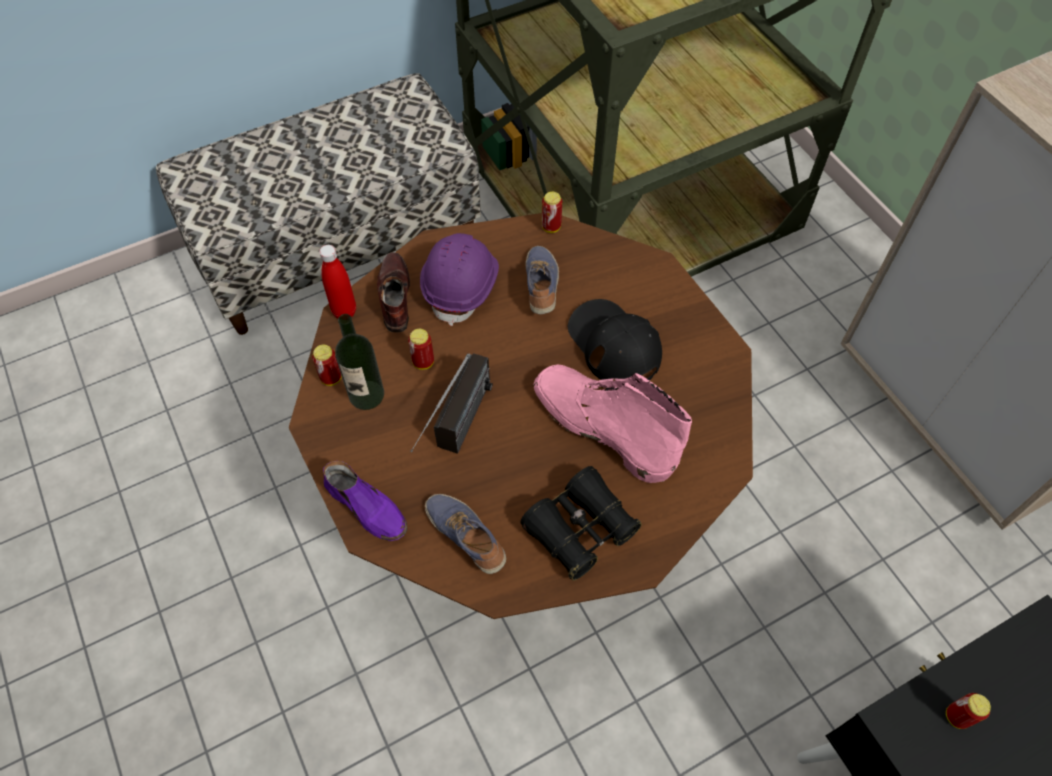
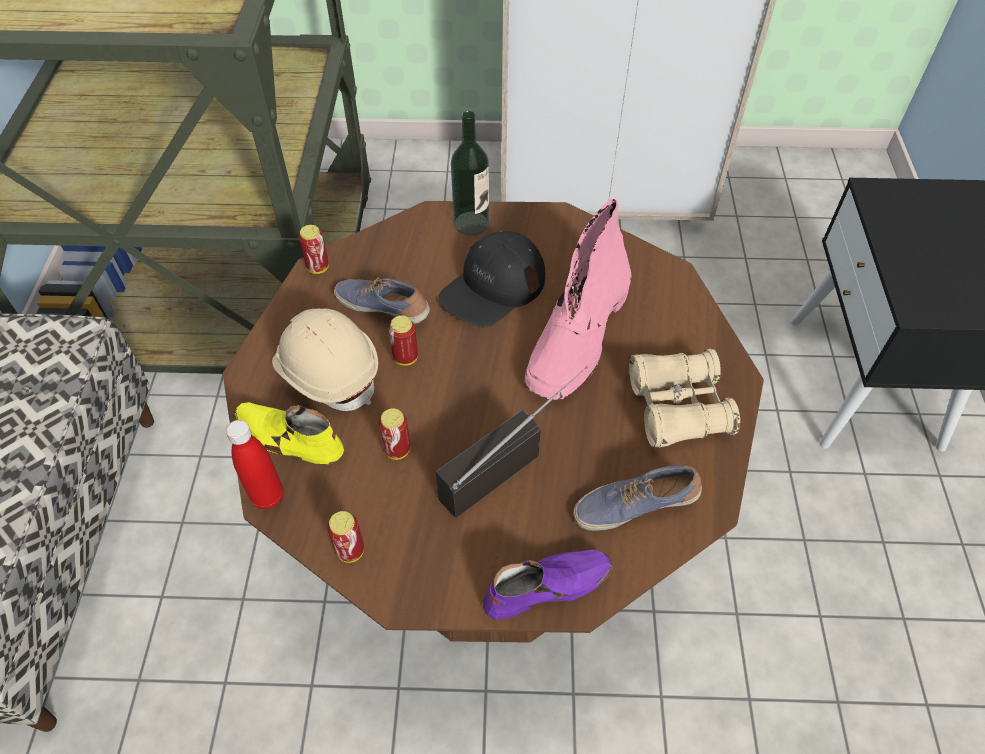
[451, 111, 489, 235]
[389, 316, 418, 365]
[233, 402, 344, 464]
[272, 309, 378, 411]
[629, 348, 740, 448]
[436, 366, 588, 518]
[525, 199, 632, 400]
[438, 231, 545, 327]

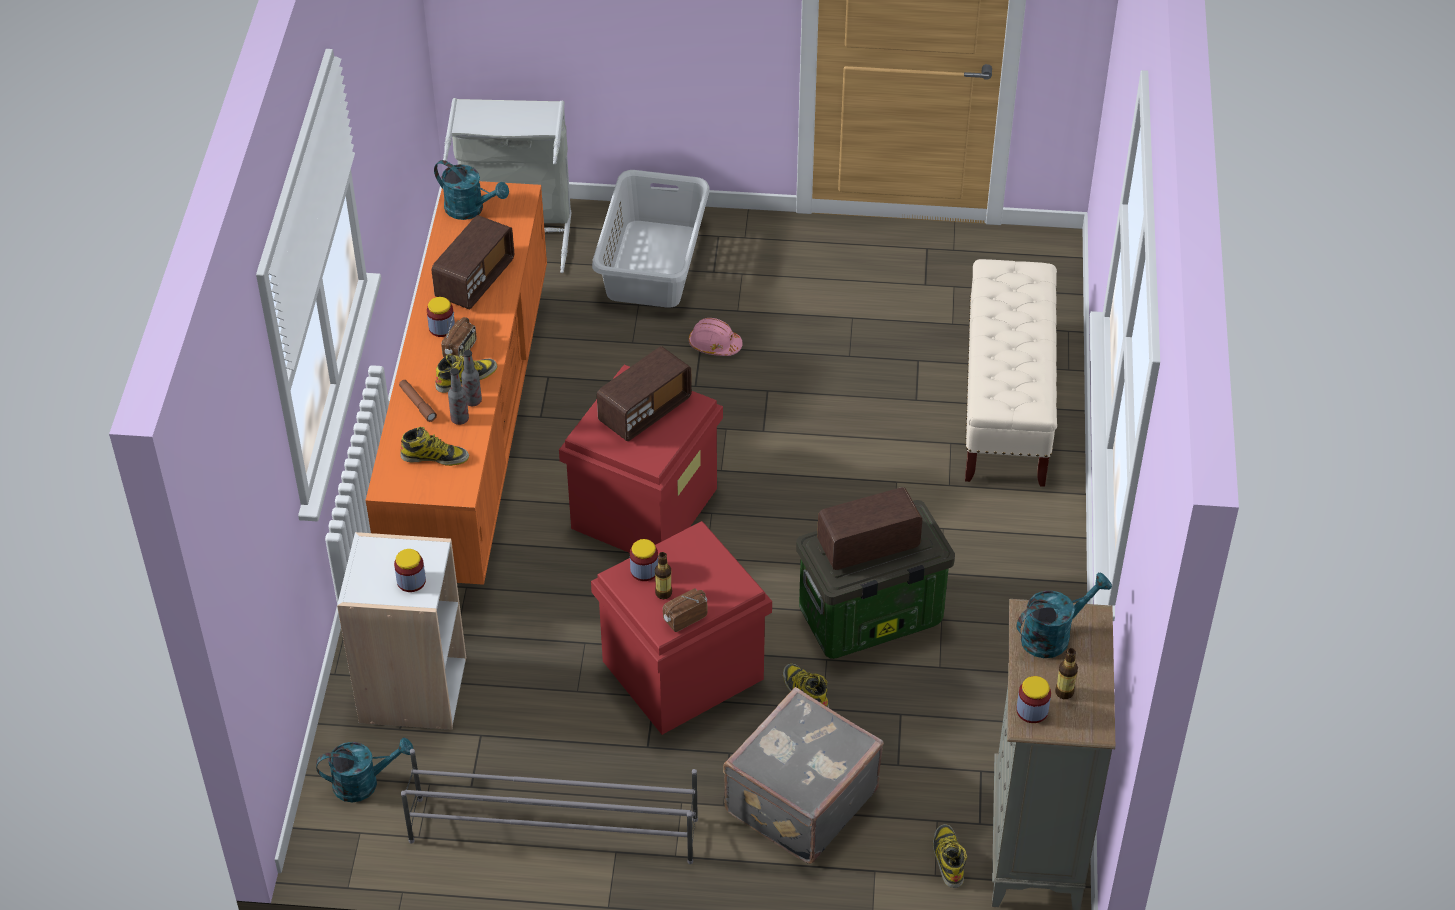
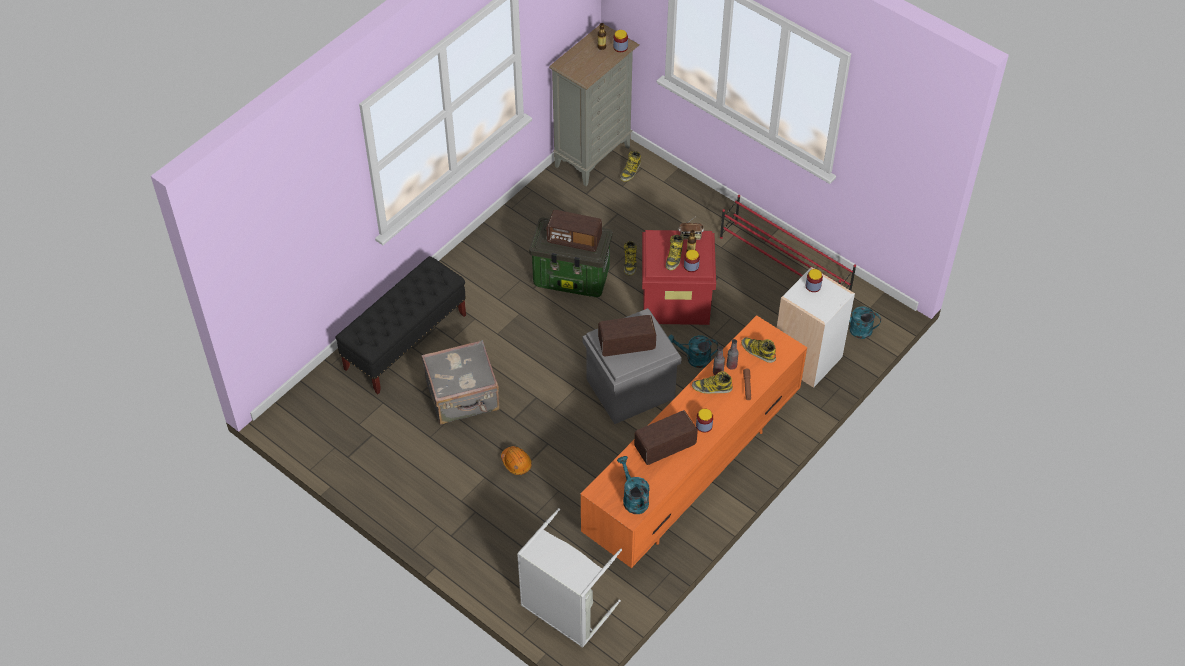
[441, 312, 477, 359] (first image)
[592, 170, 710, 308] (first image)
[666, 235, 683, 270]
[422, 340, 500, 425]
[668, 335, 718, 368]
[720, 195, 856, 291]
[582, 308, 682, 424]
[501, 446, 532, 475]
[336, 256, 466, 394]

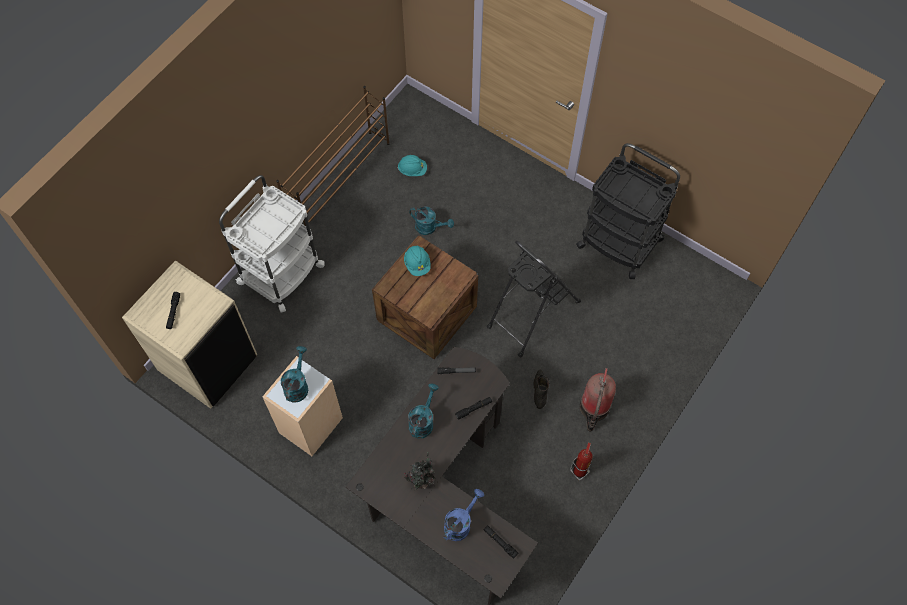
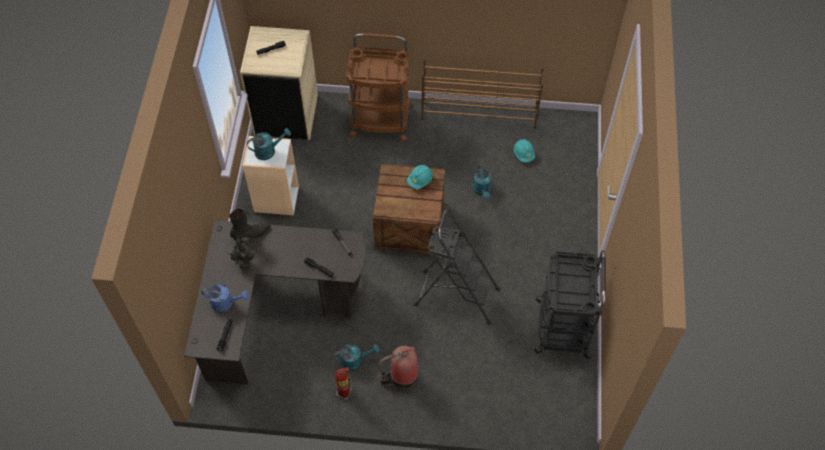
[334, 344, 380, 371]
[229, 208, 271, 241]
[346, 33, 411, 142]

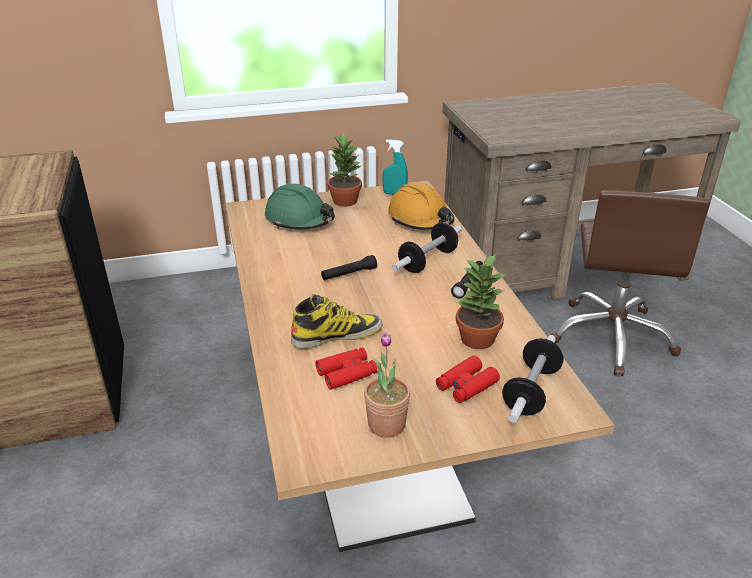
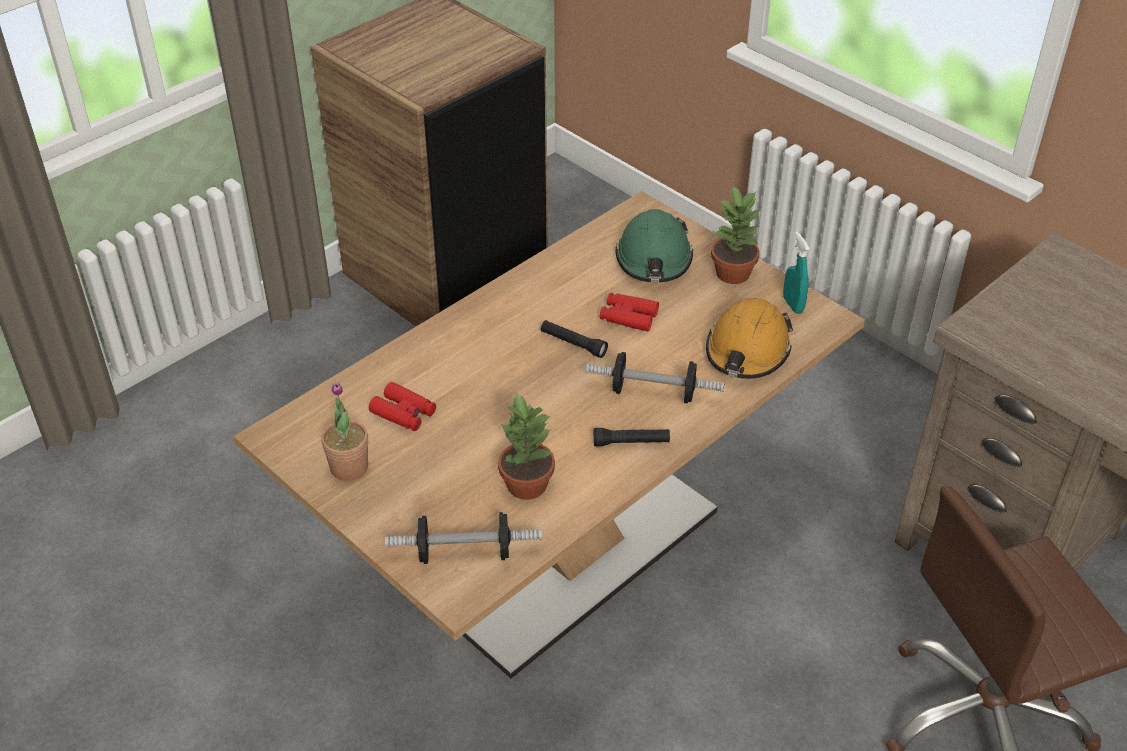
[291, 294, 383, 349] (first image)
[600, 292, 659, 331]

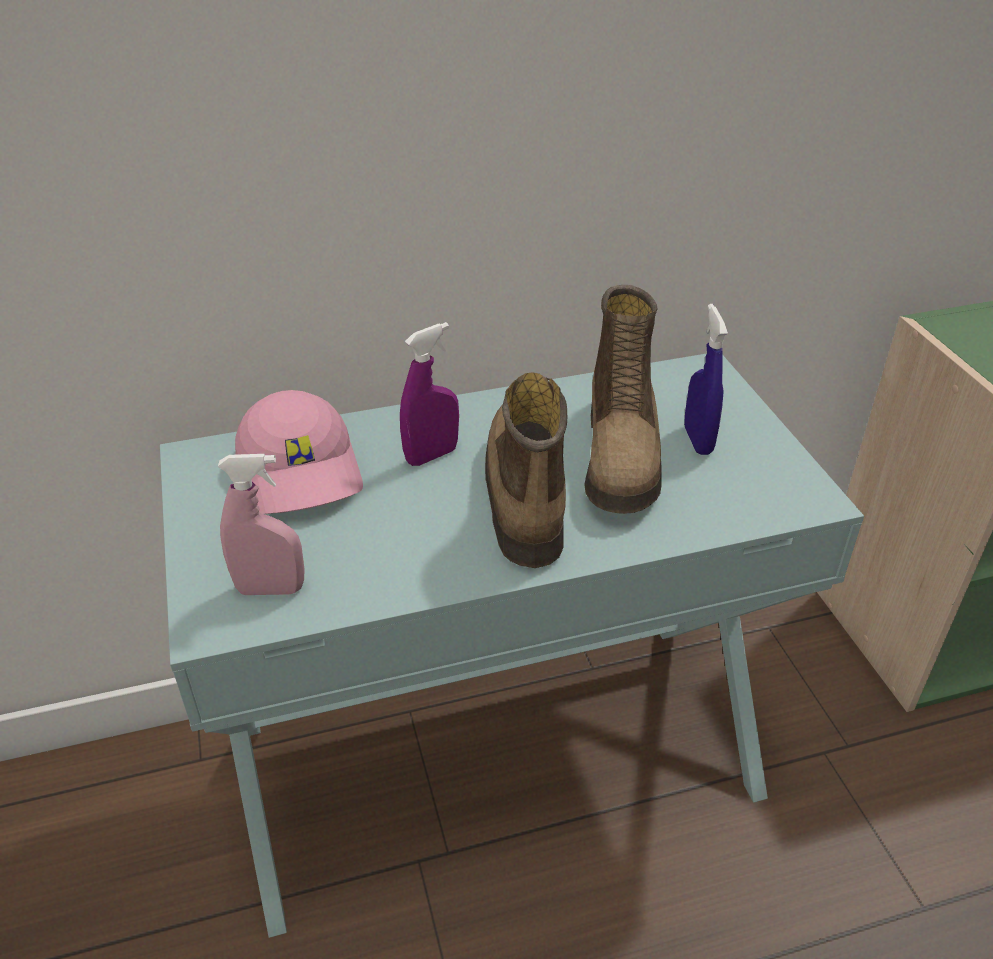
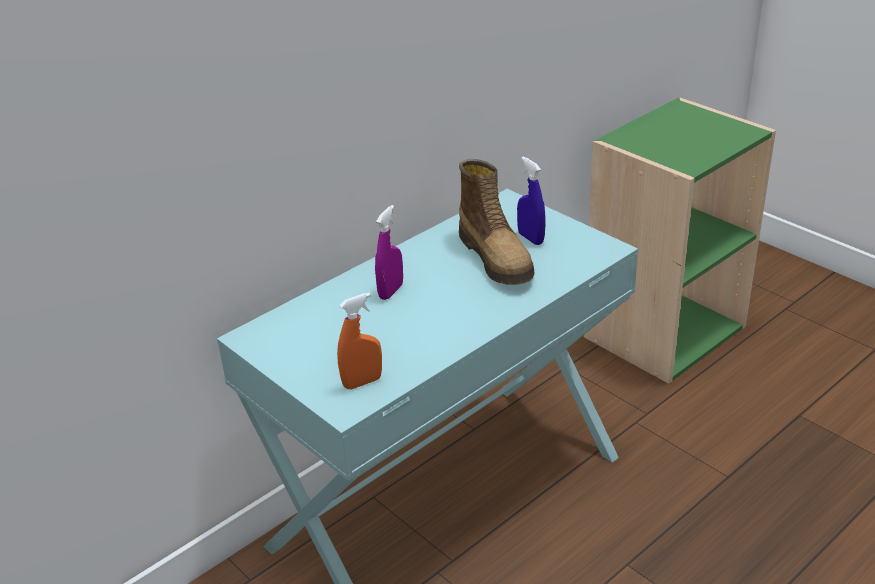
[235, 390, 363, 514] (first image)
[485, 372, 567, 568] (first image)
[337, 292, 382, 389]

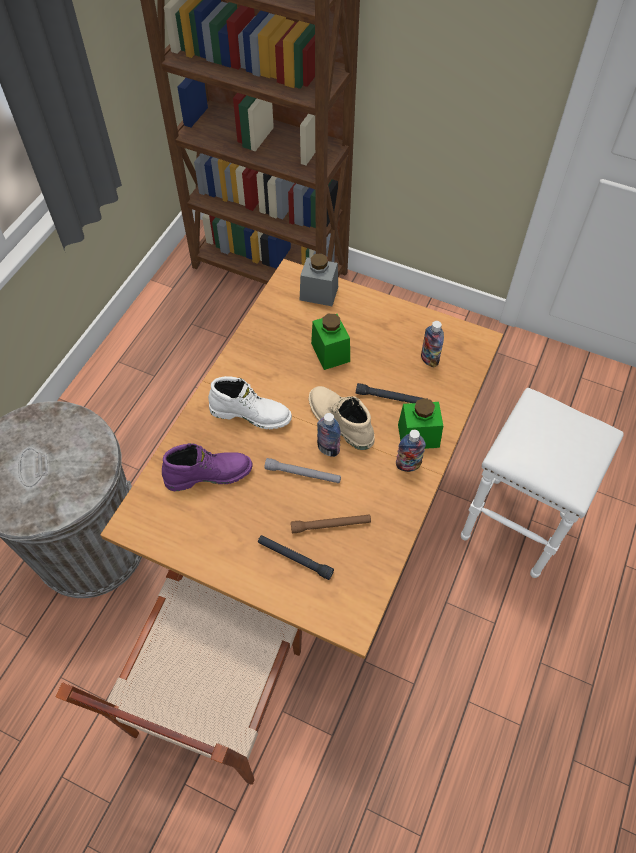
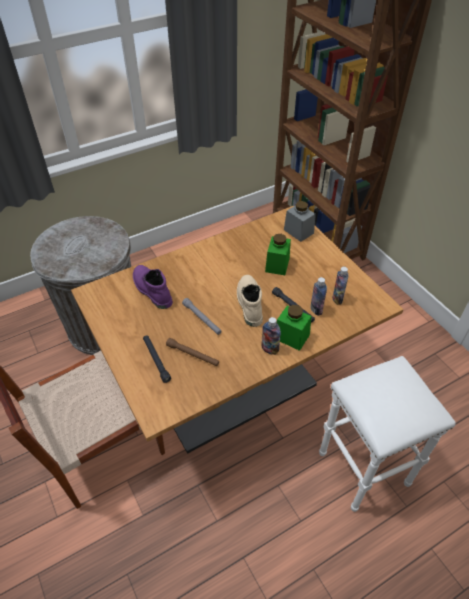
[208, 376, 292, 429] (first image)
[310, 277, 327, 316]
[133, 265, 173, 309]

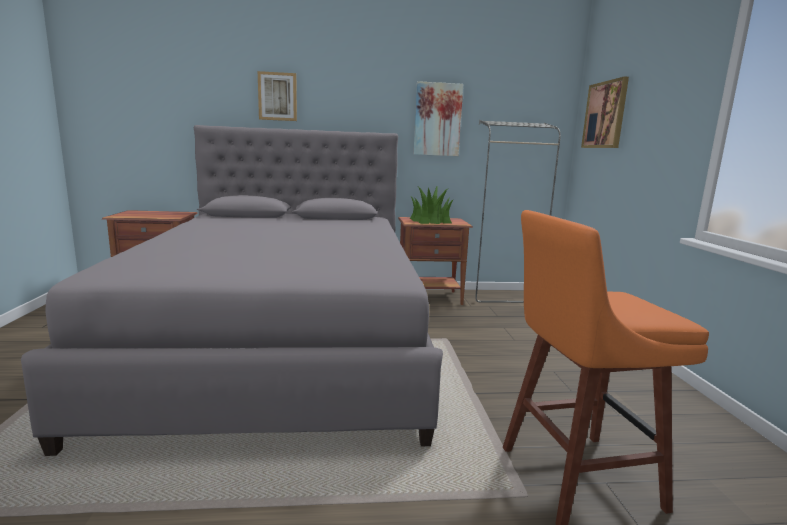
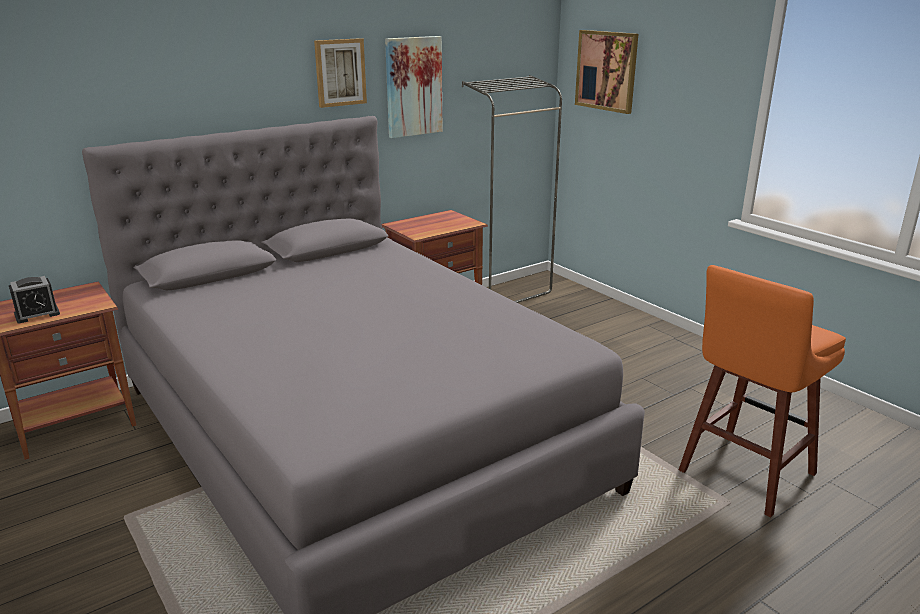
[410, 187, 454, 224] (first image)
[9, 276, 60, 323]
[314, 38, 367, 108]

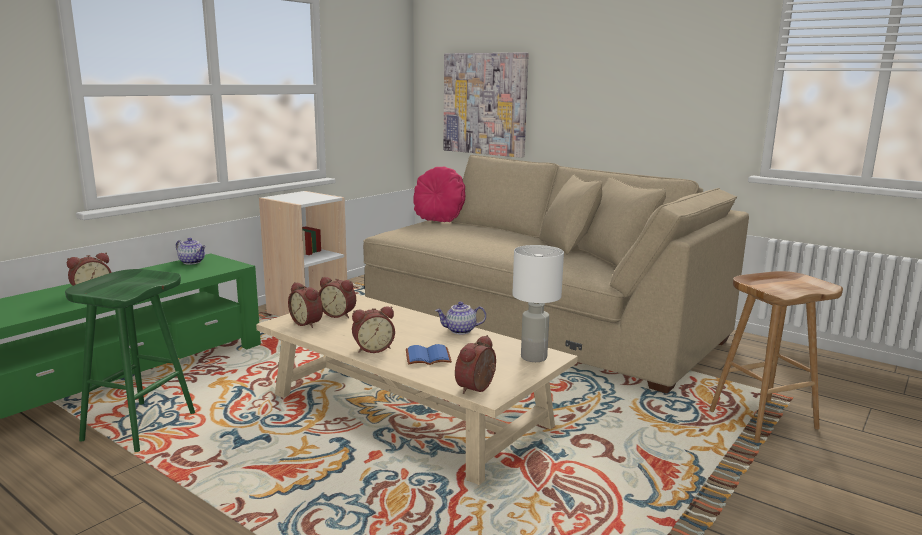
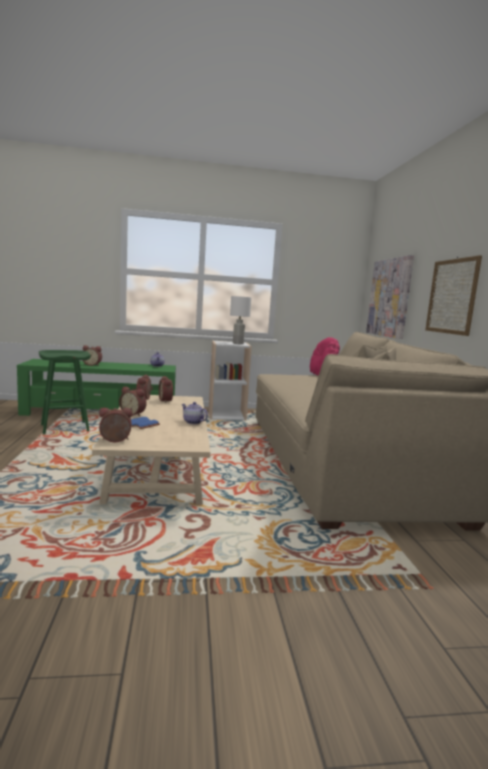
[709, 271, 843, 443] (first image)
[425, 255, 482, 336]
[230, 296, 251, 344]

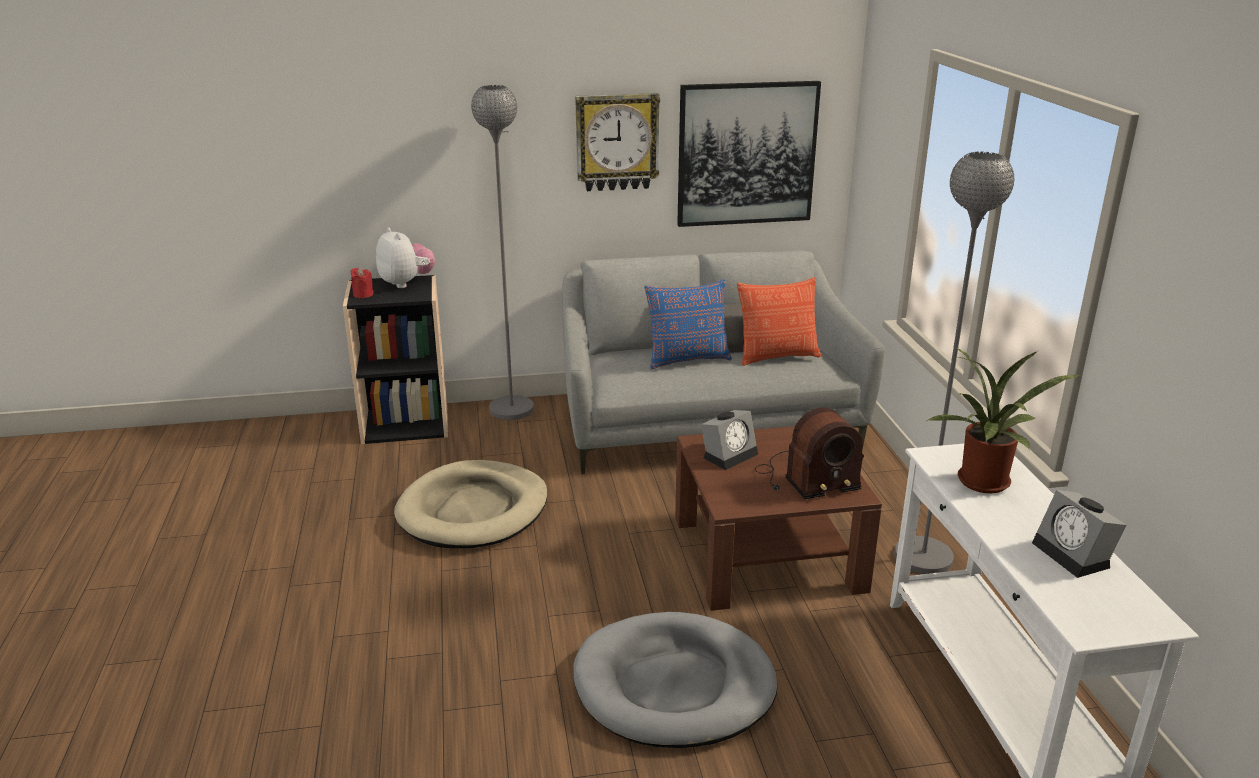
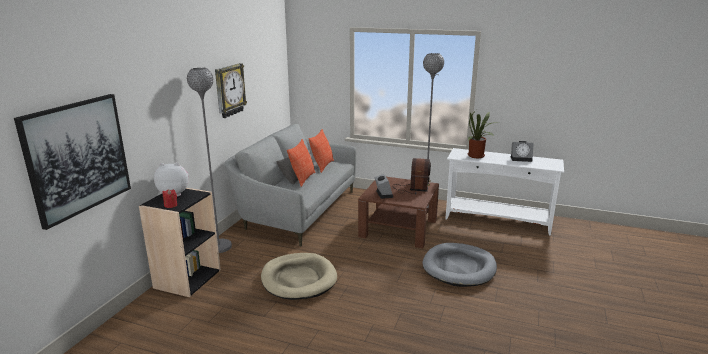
[14, 94, 131, 230]
[287, 139, 316, 187]

